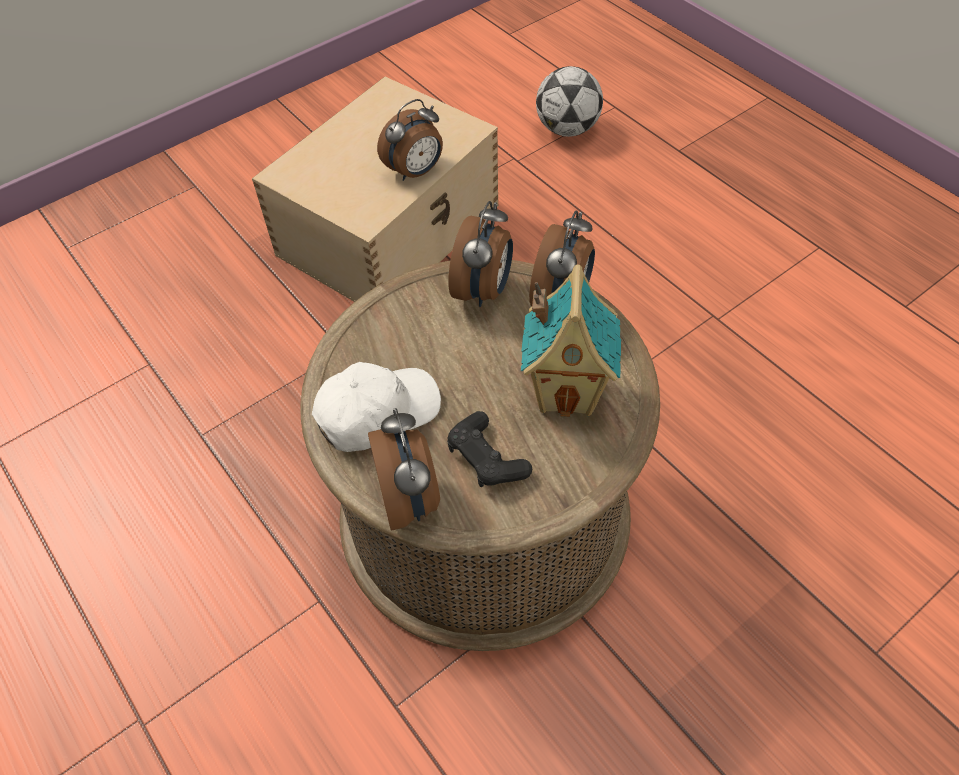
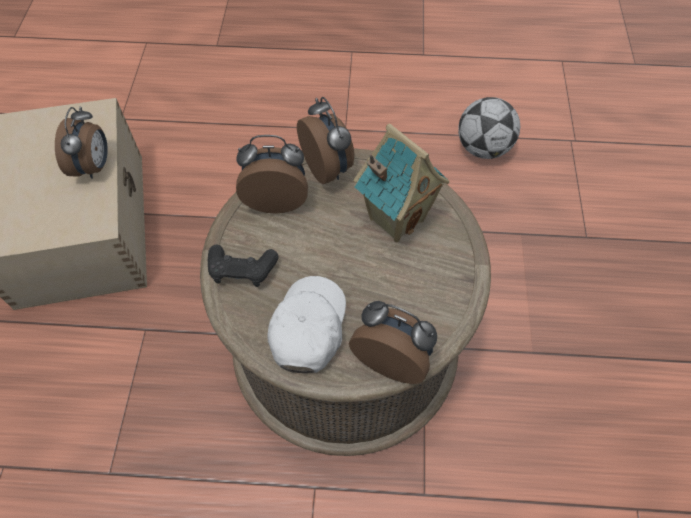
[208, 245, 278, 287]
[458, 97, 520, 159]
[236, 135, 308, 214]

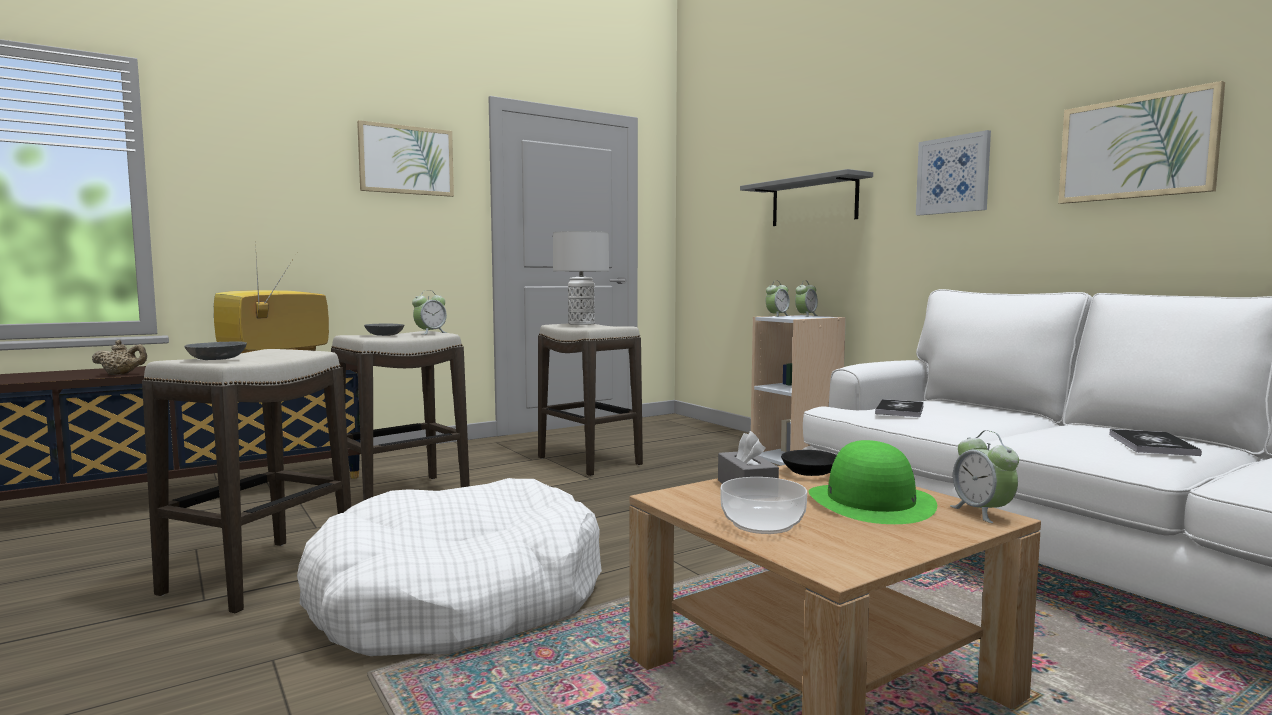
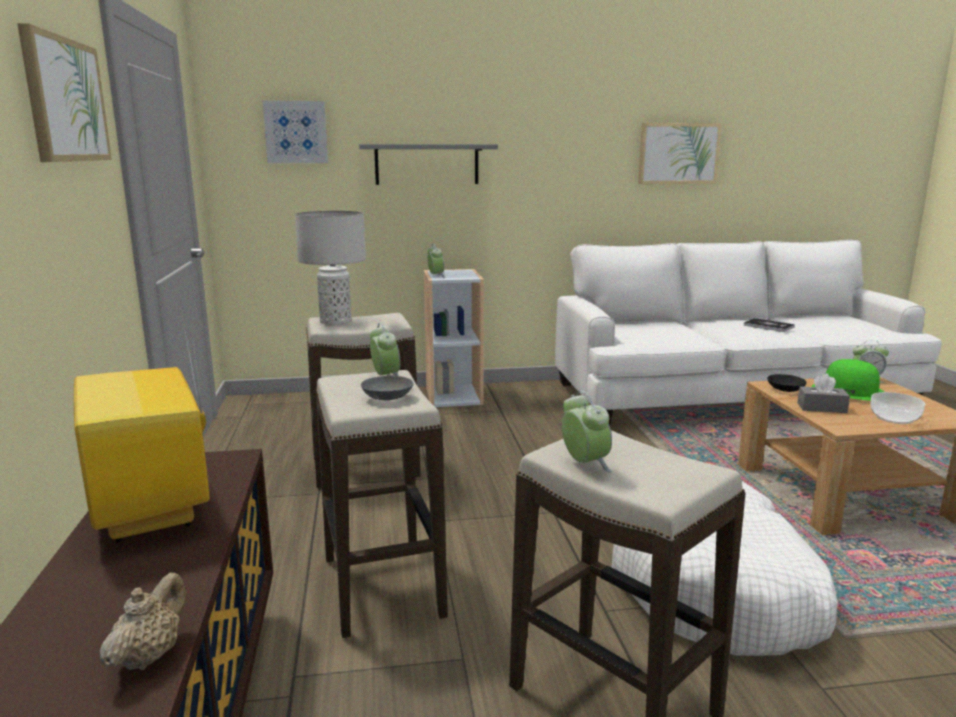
[184, 341, 247, 360] (first image)
[875, 399, 924, 417] (first image)
[562, 390, 612, 473]
[263, 101, 328, 163]

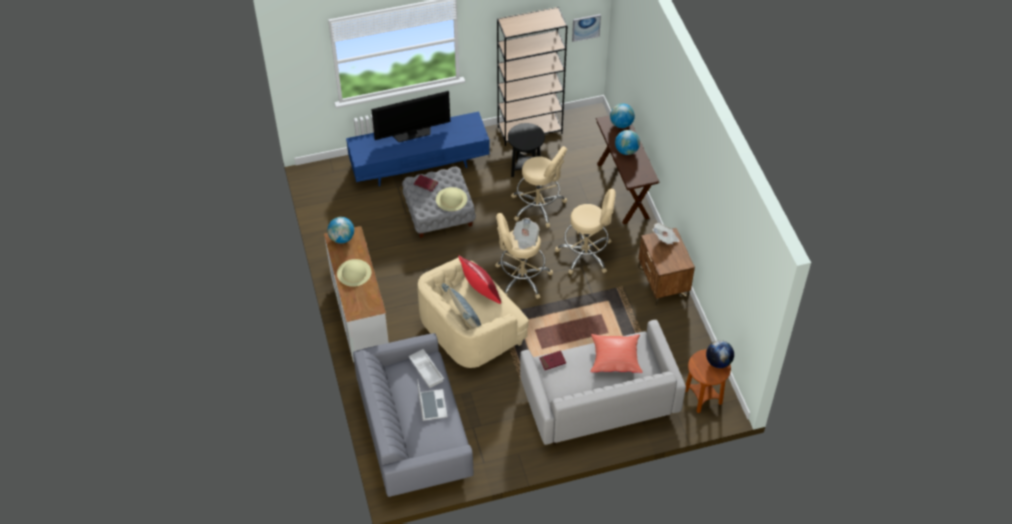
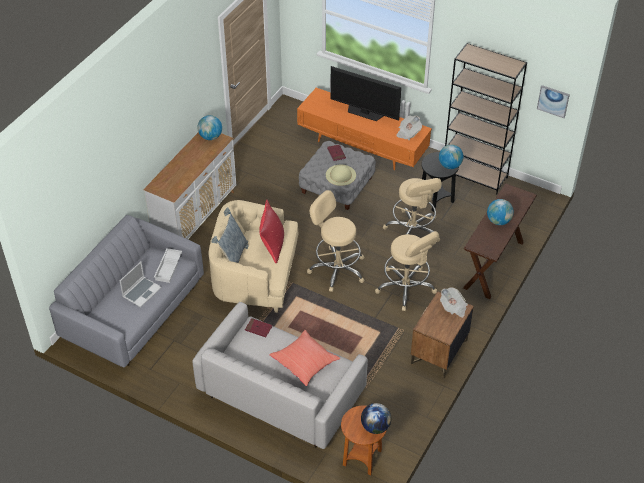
[337, 259, 371, 287] (first image)
[396, 116, 422, 140]
[439, 144, 464, 169]
[297, 88, 432, 170]

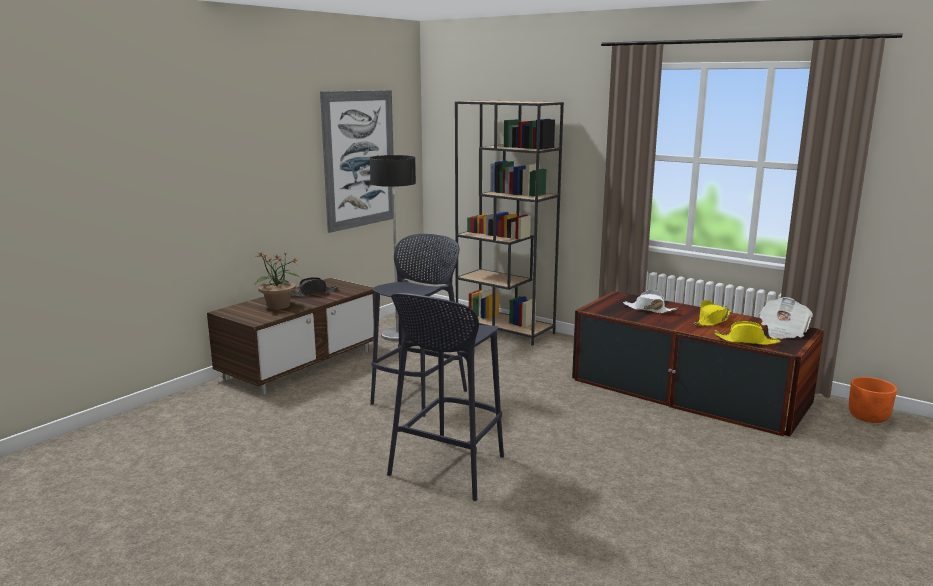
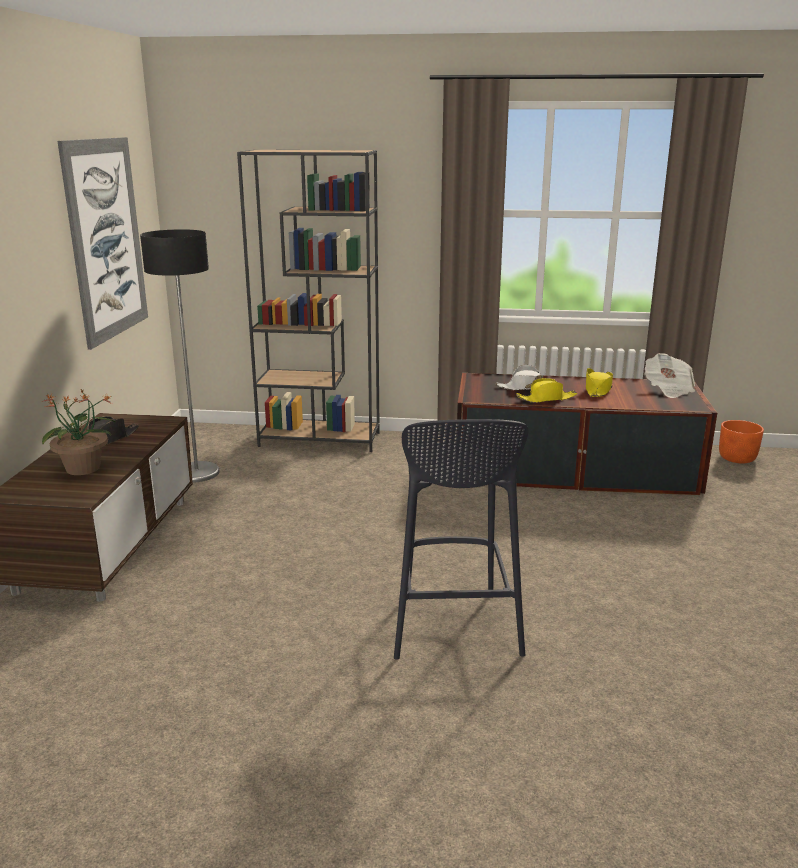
[370, 234, 467, 417] (first image)
[516, 378, 577, 403]

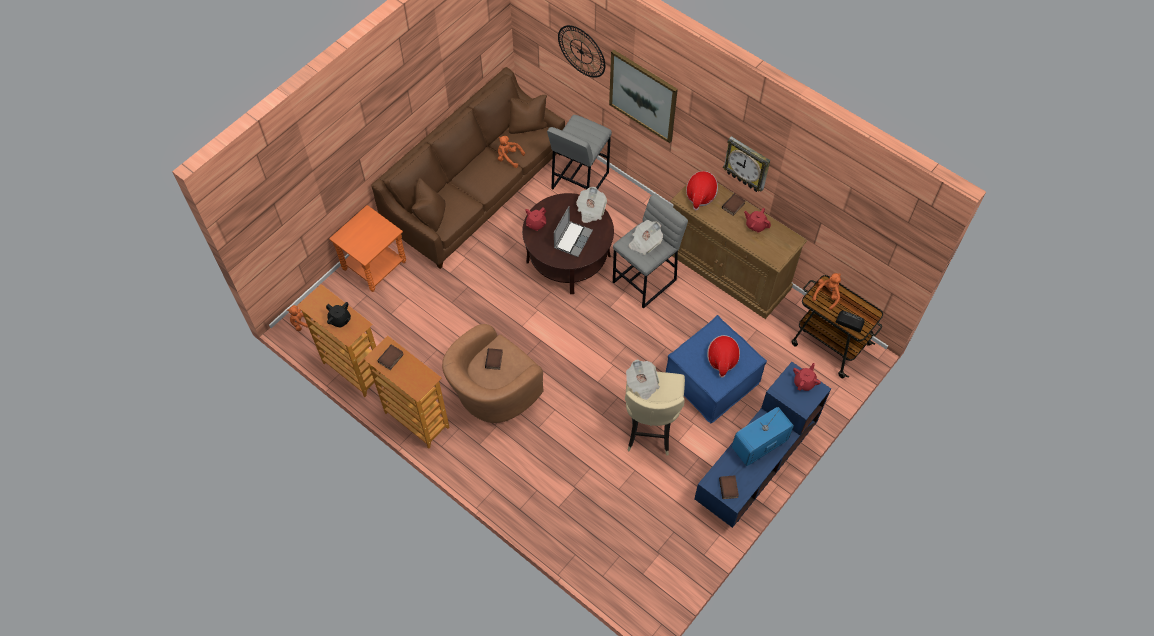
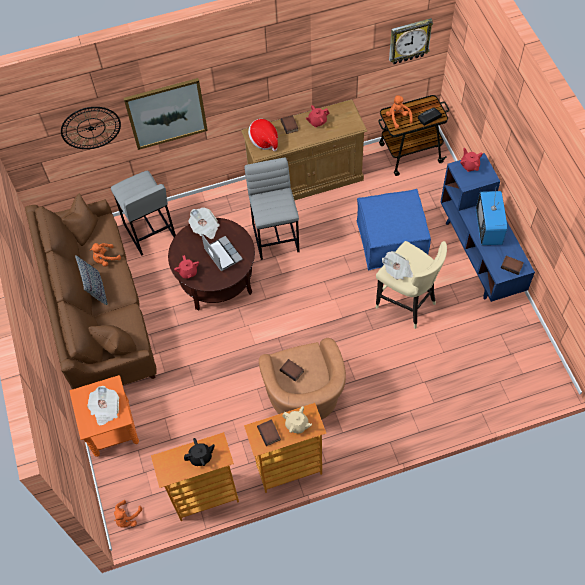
[707, 335, 740, 378] (first image)
[75, 255, 108, 305]
[282, 406, 312, 433]
[87, 386, 119, 426]
[389, 18, 433, 64]

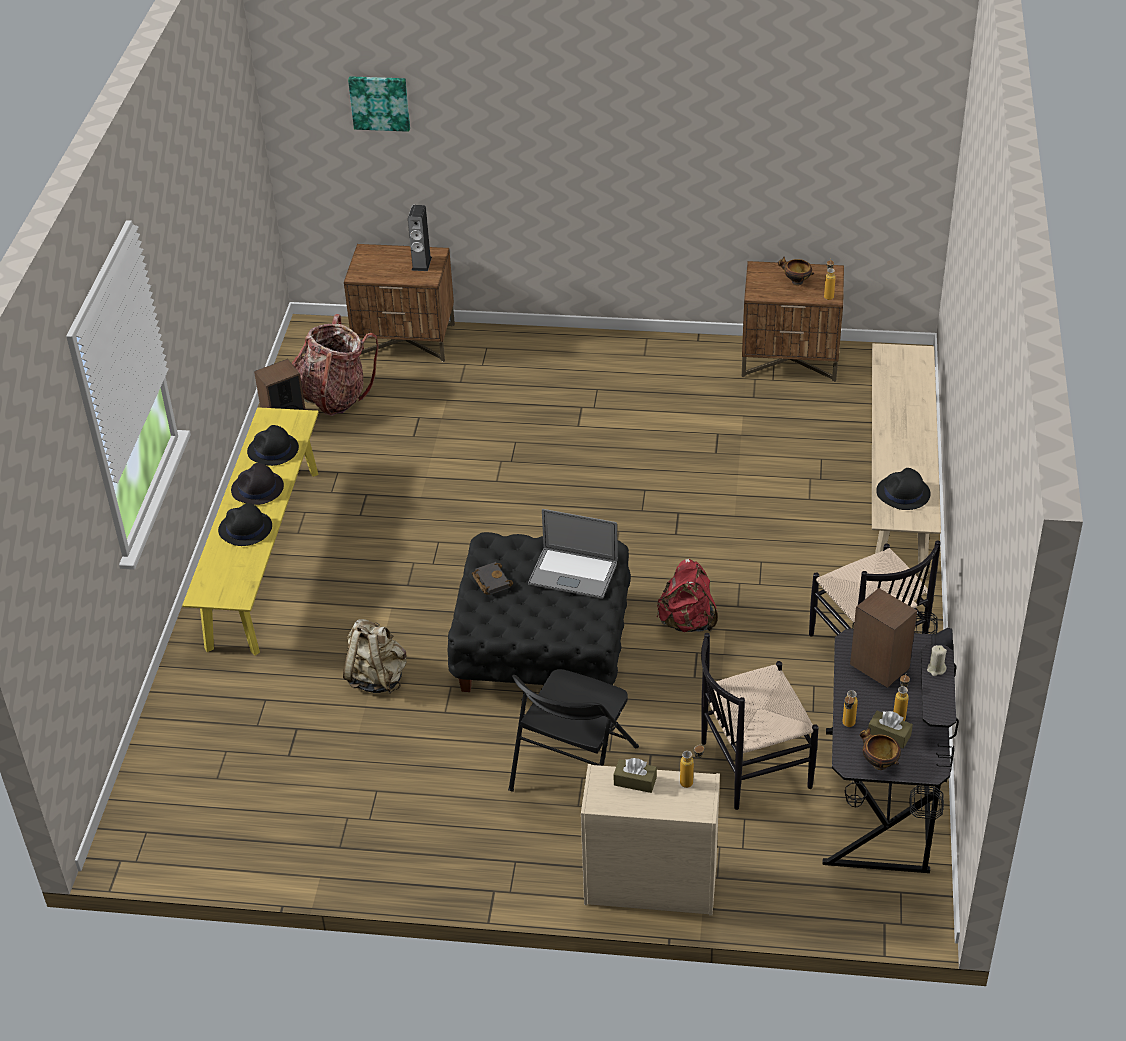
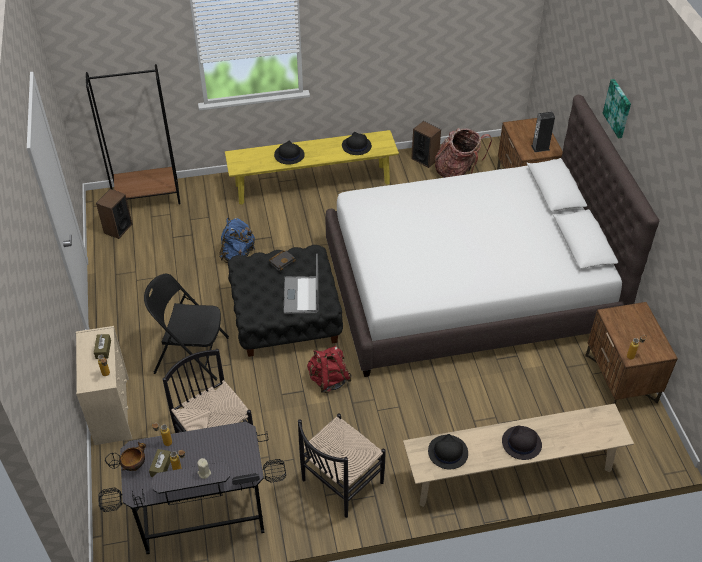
[778, 257, 814, 285] (first image)
[86, 64, 180, 204]
[325, 94, 659, 377]
[502, 425, 542, 460]
[603, 79, 631, 138]
[96, 189, 132, 239]
[219, 218, 255, 263]

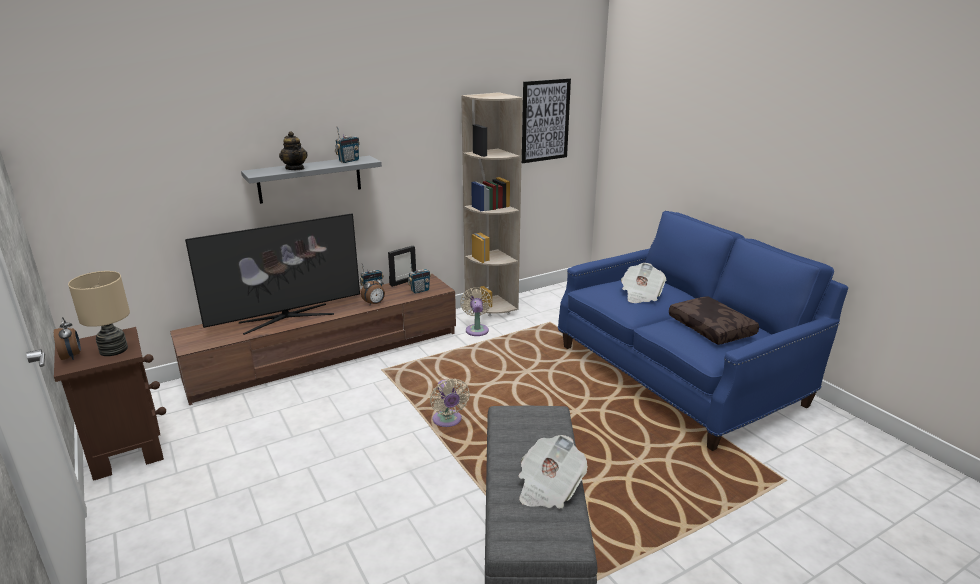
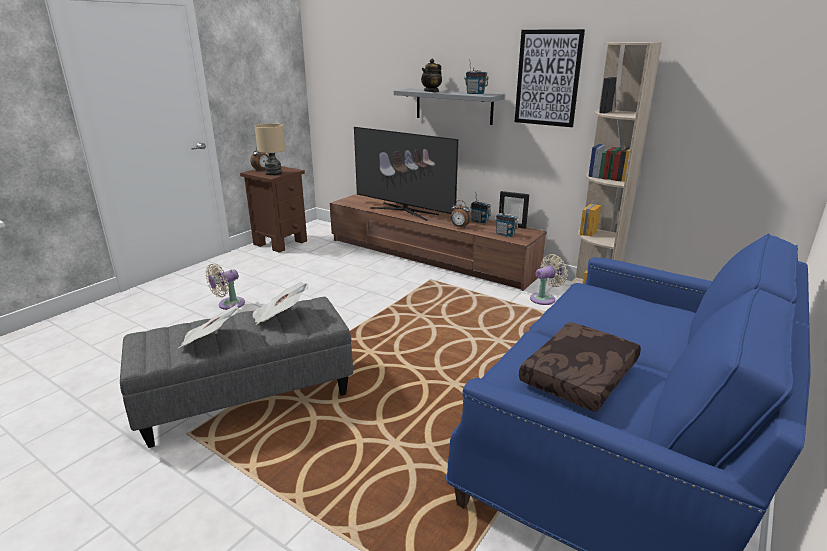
[205, 264, 245, 310]
[515, 29, 585, 127]
[252, 282, 308, 325]

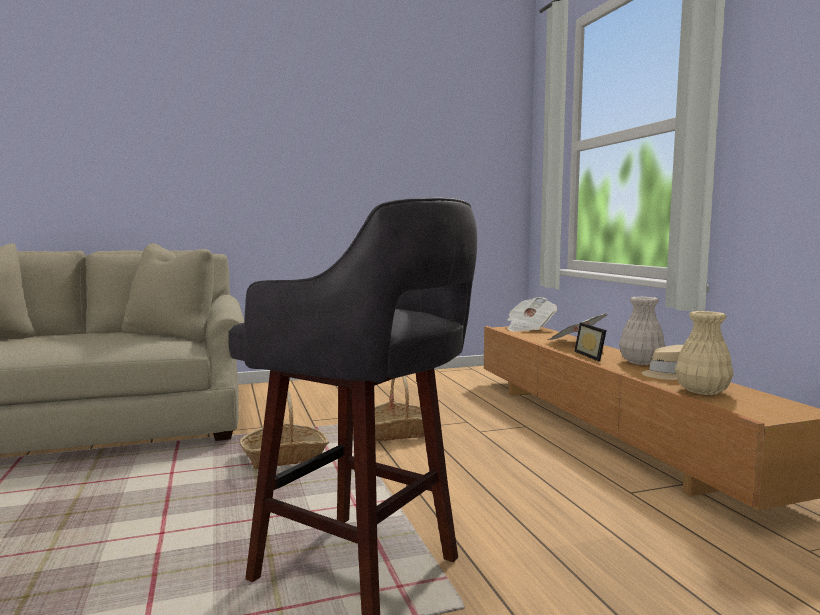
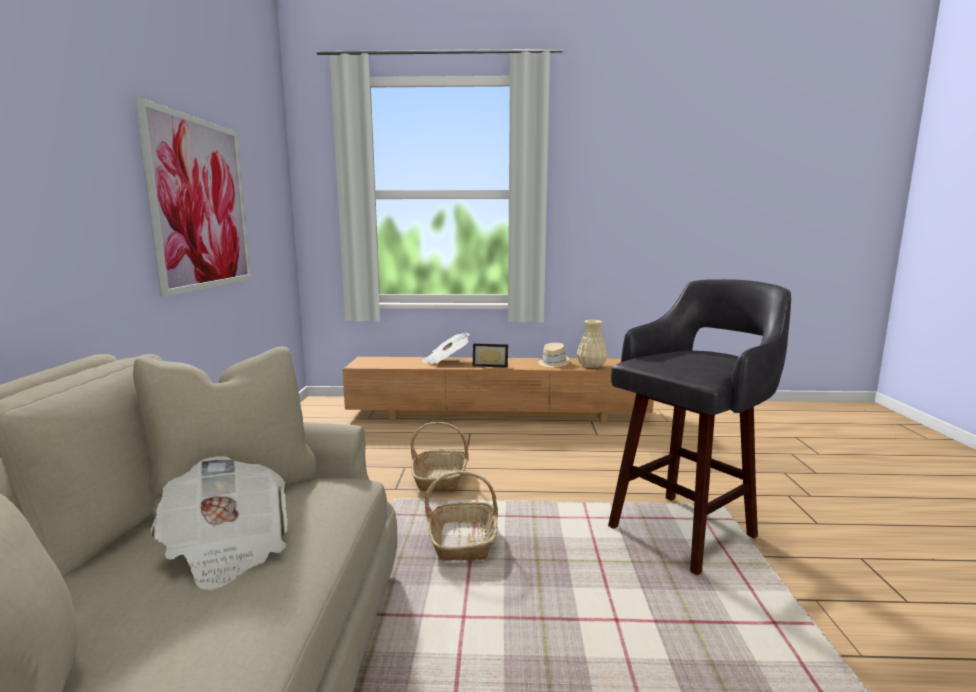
[619, 297, 665, 365] (first image)
[135, 97, 251, 296]
[151, 456, 288, 590]

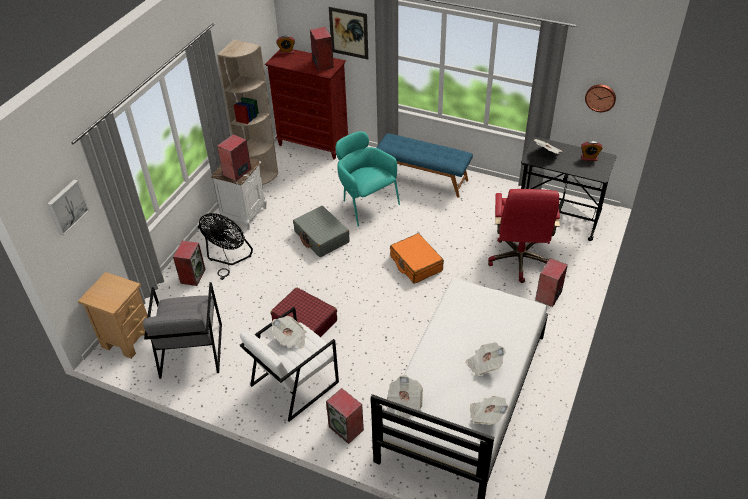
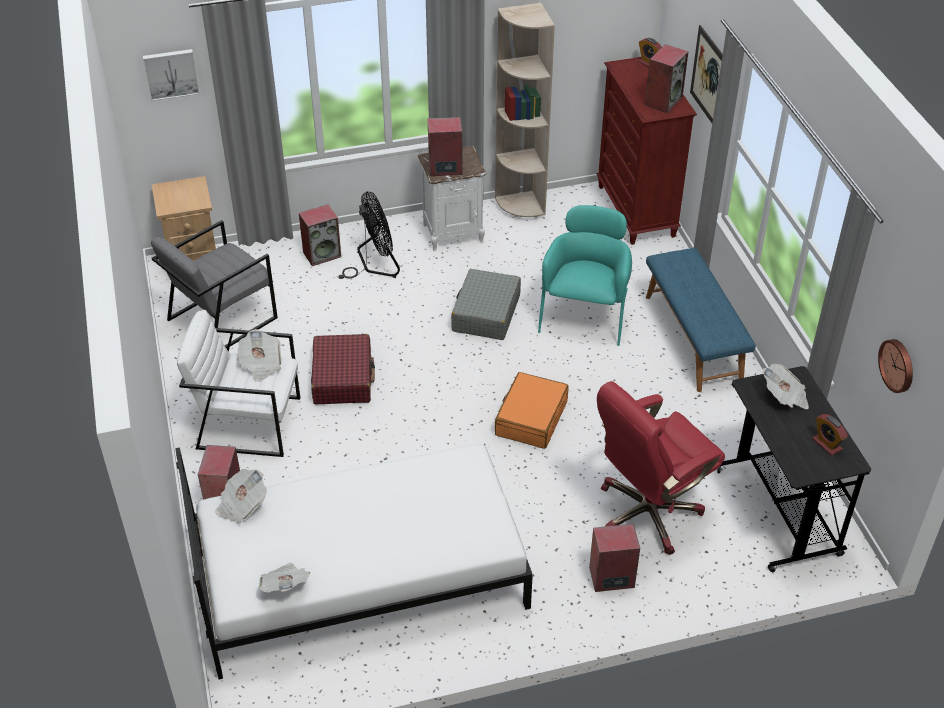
[466, 342, 506, 376] (first image)

